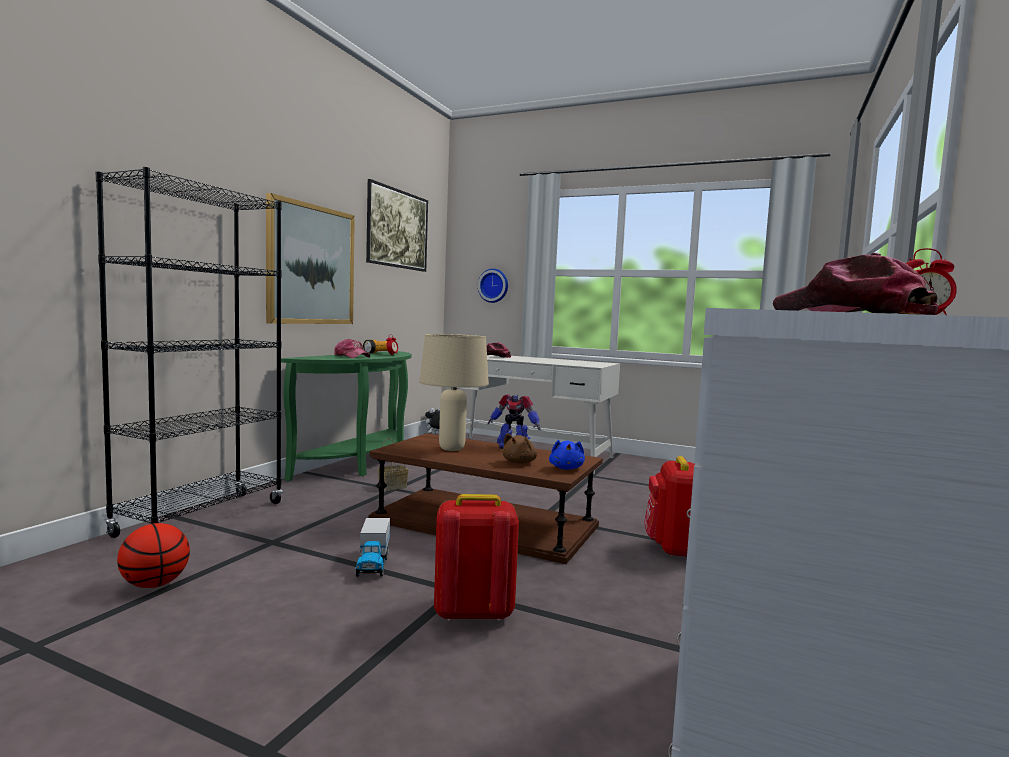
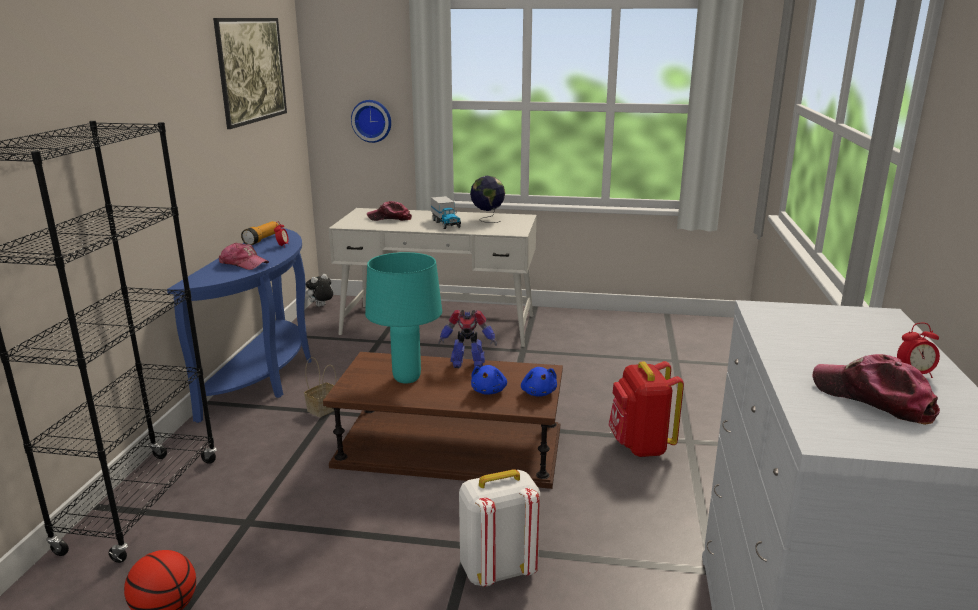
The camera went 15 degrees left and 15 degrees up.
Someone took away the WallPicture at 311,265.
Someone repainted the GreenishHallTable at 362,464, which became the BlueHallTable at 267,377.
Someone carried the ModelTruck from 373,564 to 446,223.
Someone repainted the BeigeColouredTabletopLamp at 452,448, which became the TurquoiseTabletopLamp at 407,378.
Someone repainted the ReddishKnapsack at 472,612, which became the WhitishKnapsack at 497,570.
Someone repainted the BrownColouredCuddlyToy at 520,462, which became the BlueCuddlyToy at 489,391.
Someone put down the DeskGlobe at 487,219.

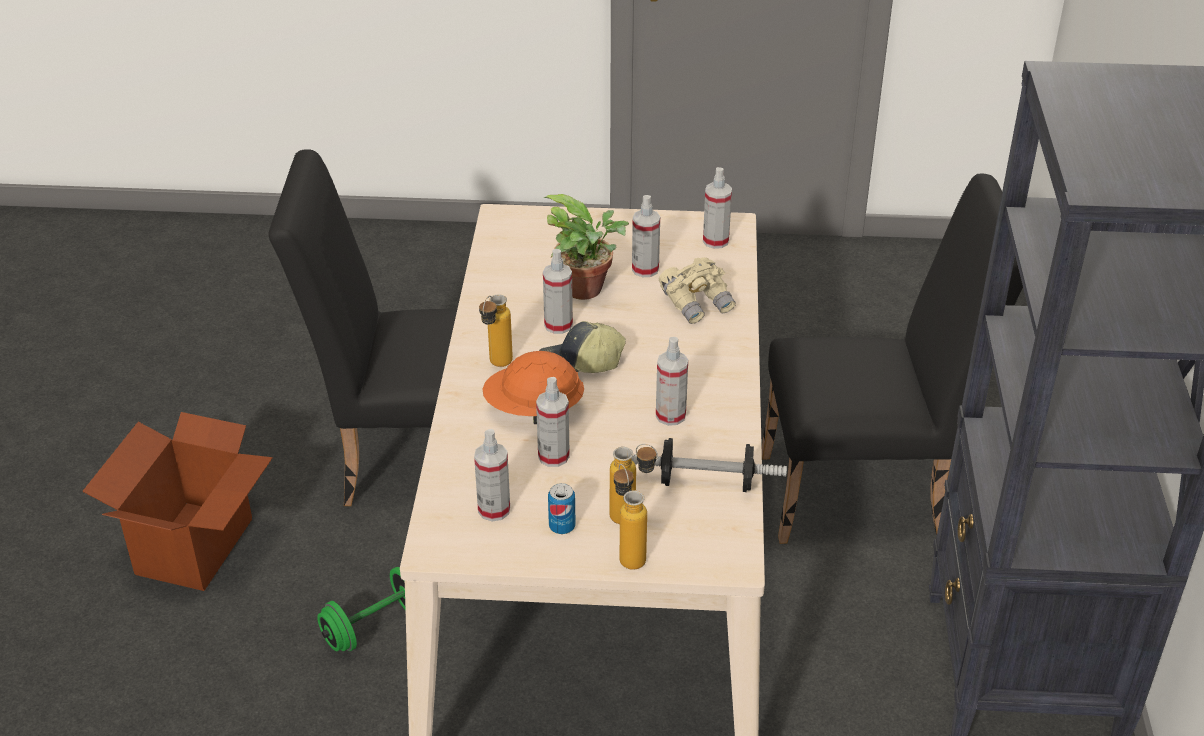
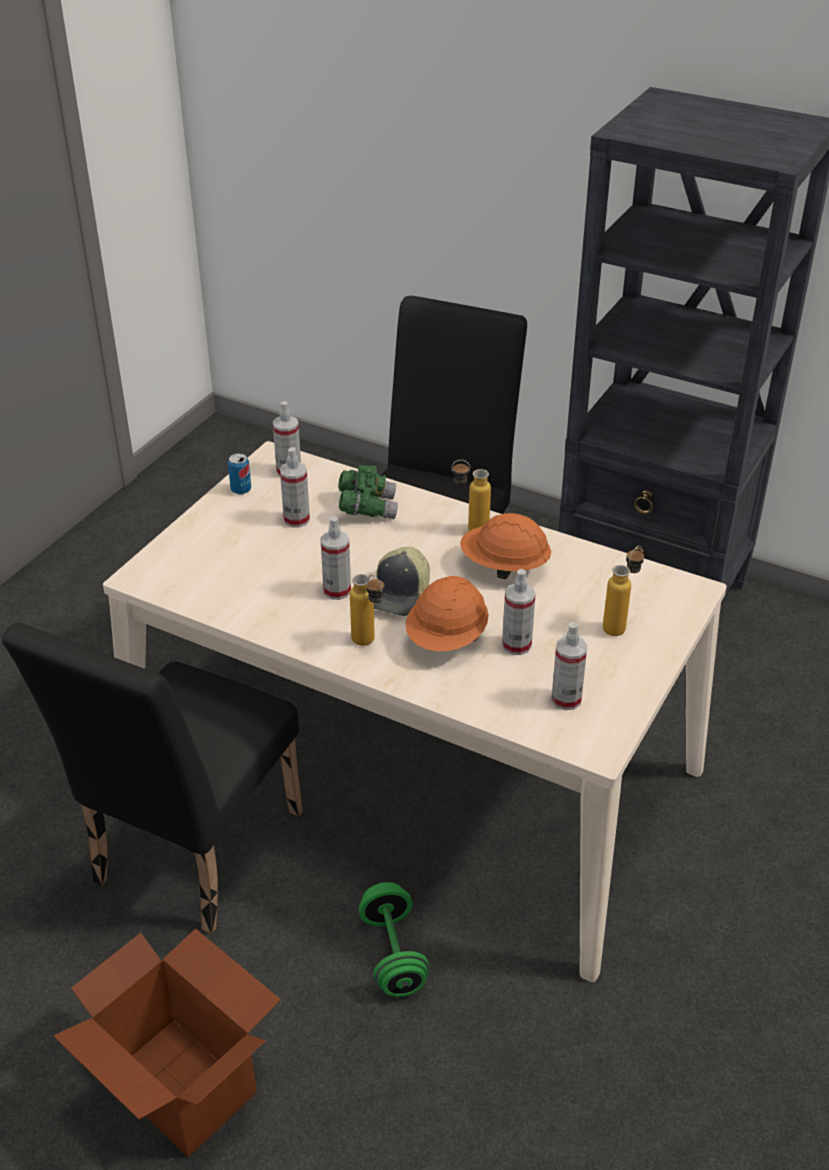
The camera went 65 degrees left and 0 degrees up.
Someone took away the Houseplant at 588,290.
Someone carried the SealedCan from 562,526 to 241,490.
Someone carried the BeverageBottle from 628,553 to 469,531.
Someone took away the Dumbbell at 706,482.
Someone swapped the SprayBottle at 670,415 for the OrangeHardHat at 504,567.
Someone repainted the BeigeColouredBinoculars at 697,303, which became the GreenishBinoculars at 367,508.

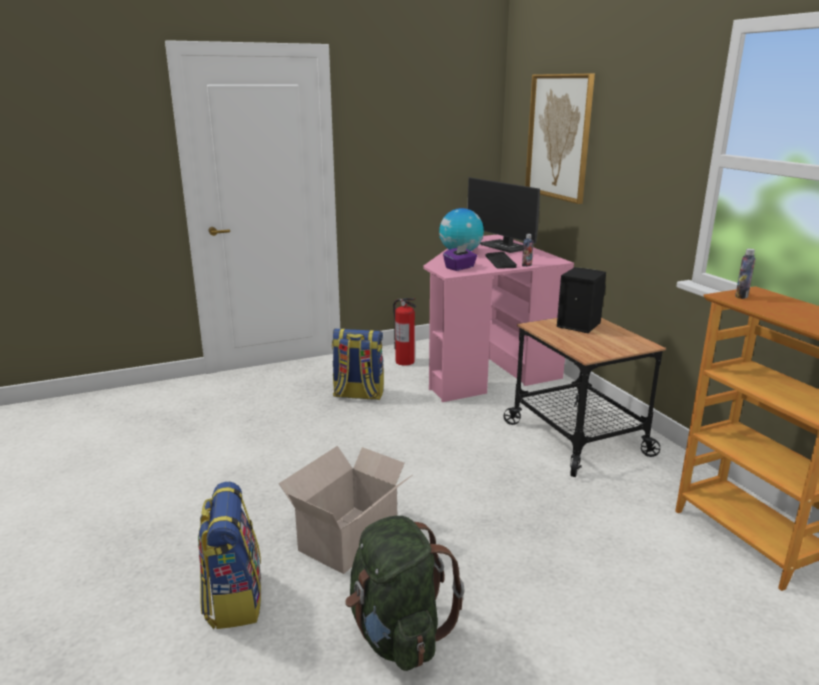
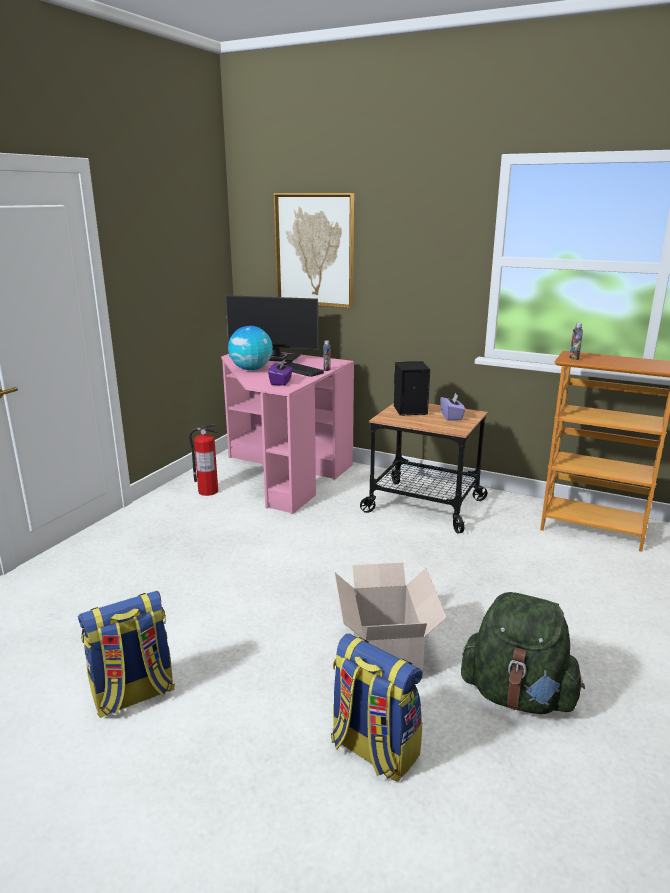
The camera went 40 degrees left and 0 degrees up.
Someone carried the Knapsack from 358,395 to 133,695.
Someone put down the PurplishTissueHolder at 452,416.

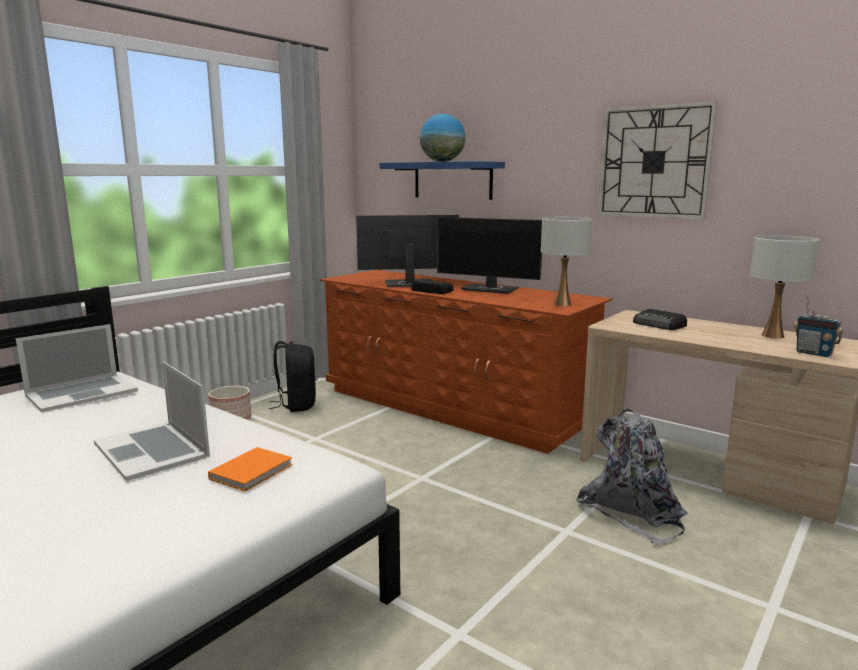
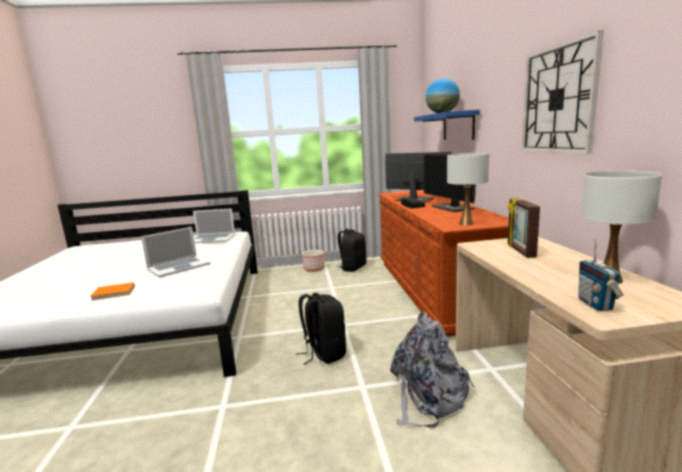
The camera went 45 degrees right and 0 degrees up.
Someone rotated the NotebookComputer at 152,450 by 135 degrees counterclockwise.
Someone carried the OrangeVolume from 253,471 to 114,293.
Someone swapped the Radio at 659,325 for the PhotoFrame at 520,251.
Someone put down the BlackKnapsack at 324,353.

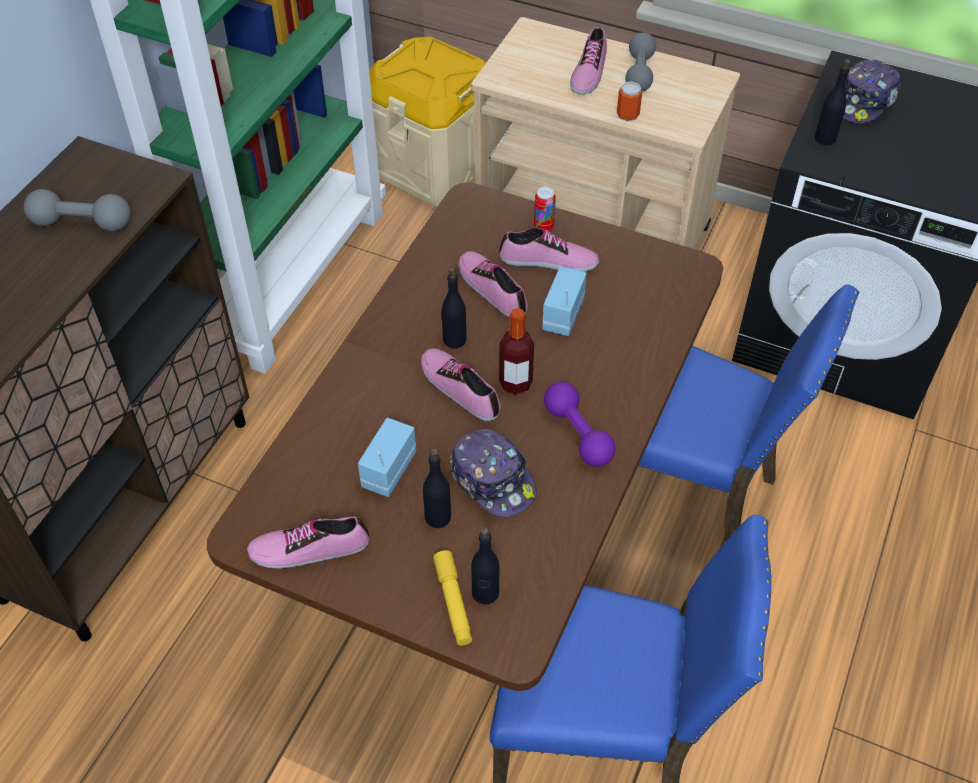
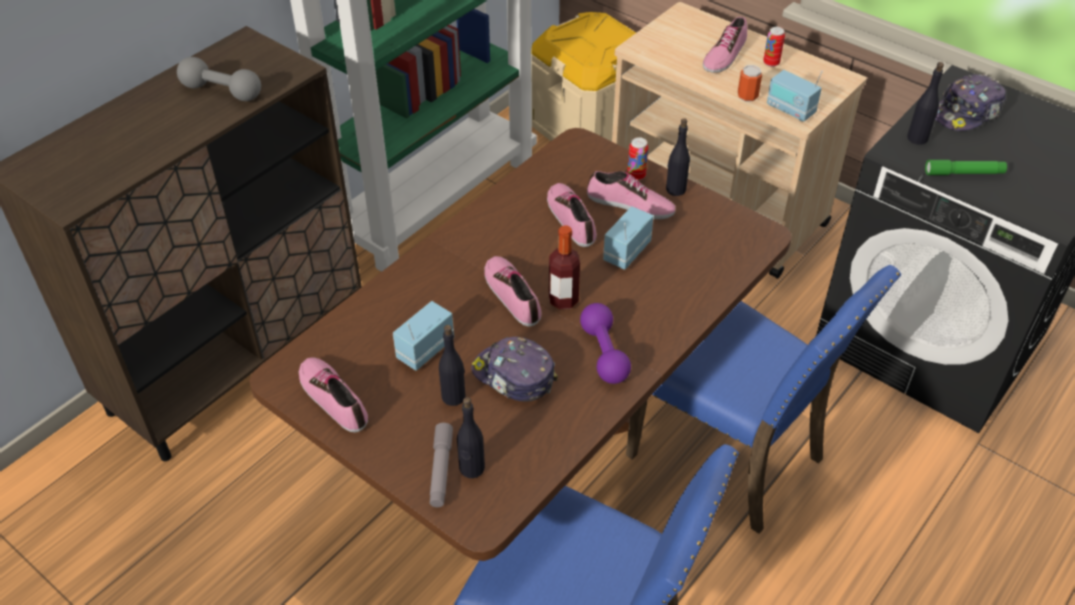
The camera went 15 degrees right and 5 degrees down.
Someone rotated the LowShoe at 309,548 by 45 degrees clockwise.
Someone repainted the YellowColouredHandTorch at 453,602, which became the GrayHandTorch at 441,470.
Someone carried the BlackBeverageBottle from 454,340 to 675,189.
Someone rotated the BaseballCap at 493,480 by 150 degrees clockwise.
Someone swapped the GrayDumbbell at 639,73 for the SealedCan at 771,63.
Someone put down the Radio at 790,110.
Someone put down the GreenishHandTorch at 964,173.

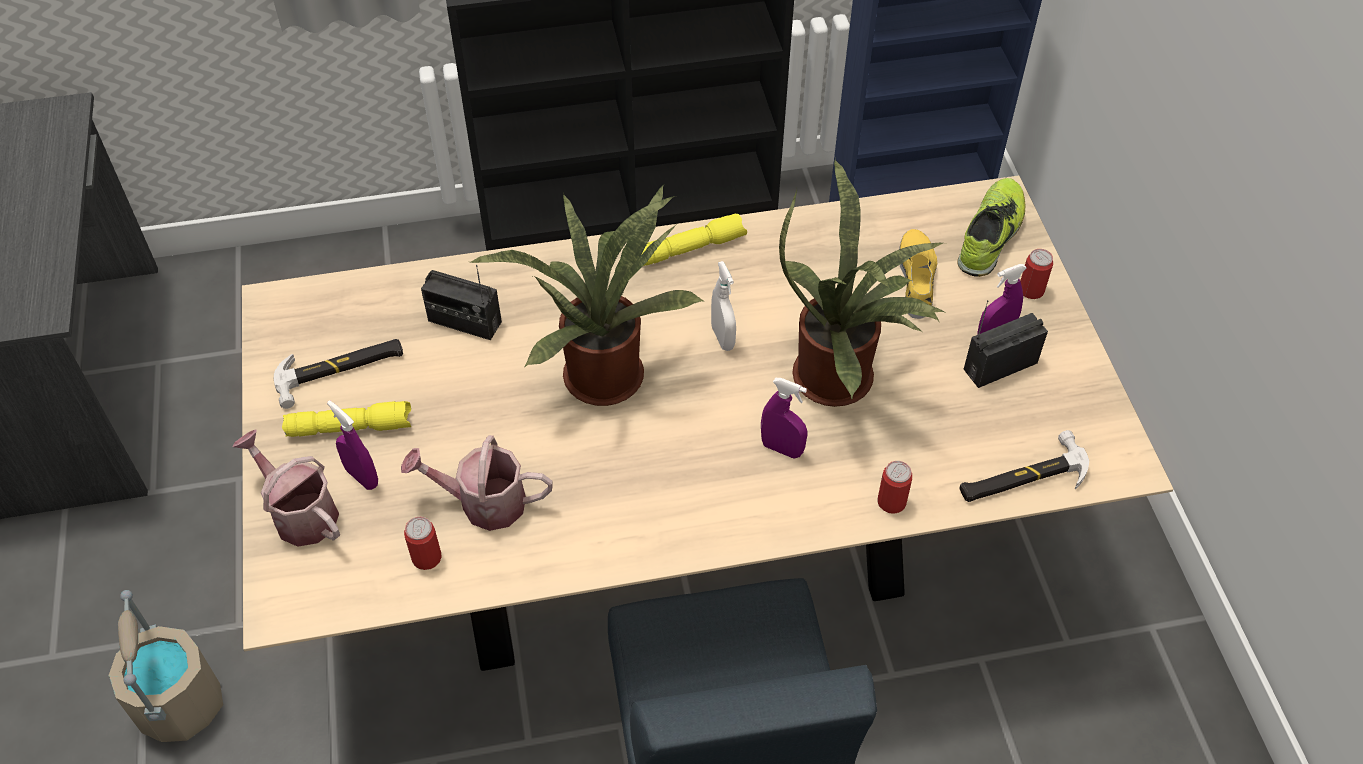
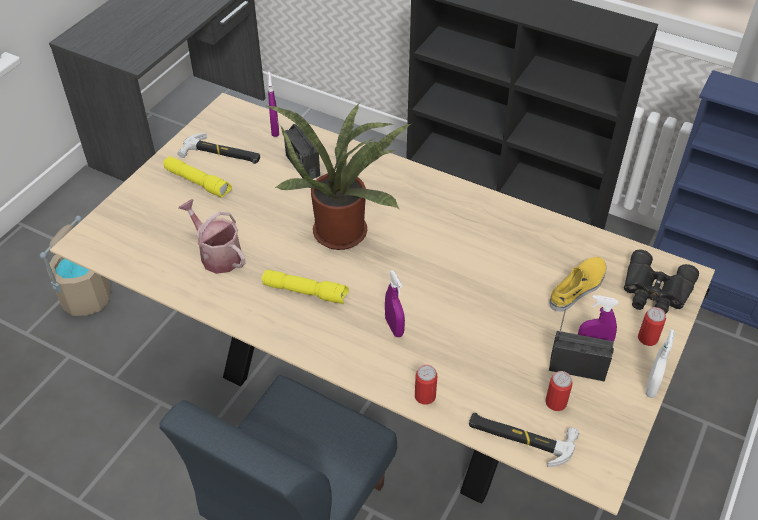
The camera went 40 degrees right and 5 degrees down.
Someone took away the SprinklingCan at 299,512.
Someone carried the PurplishSprayBottle from 362,477 to 275,130.
Someone carried the SealedCan from 426,557 to 556,402.
Someone carried the YellowColouredHandTorch from 691,247 to 306,291.
Someone carried the WhitishSprayBottle from 722,338 to 651,386.
Someone took away the Houseplant at 841,378.
Someone swapped the LowShoe at 991,235 for the BlackBinoculars at 655,292.

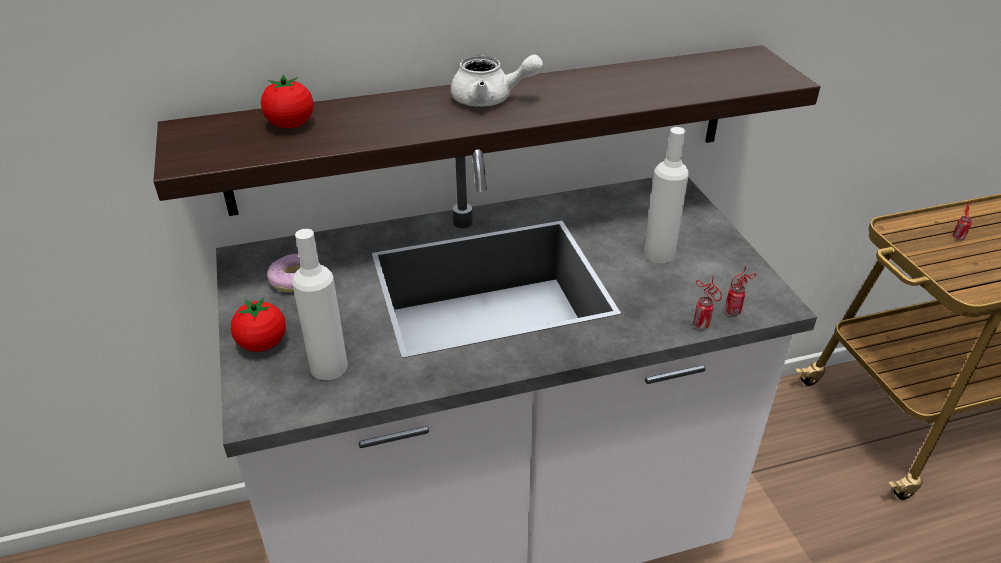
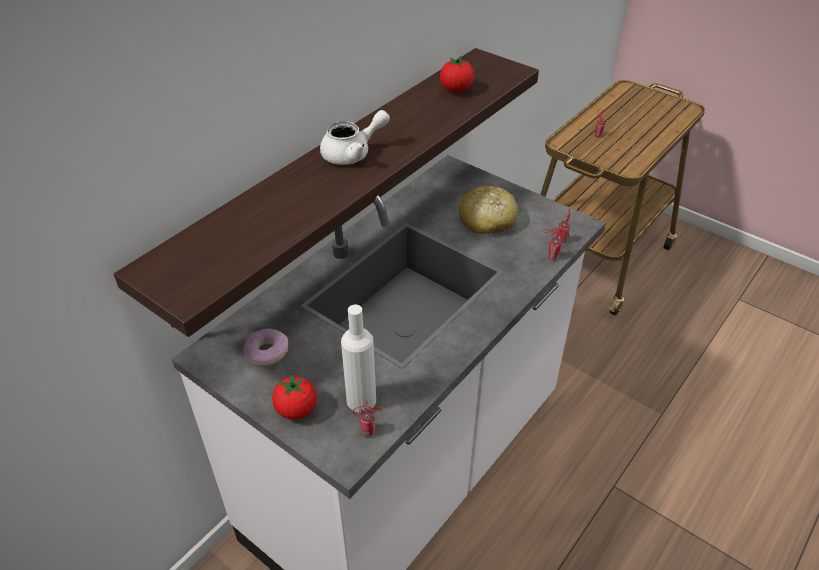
The camera went 35 degrees left and 5 degrees up.
Someone carried the FreshTomato from 291,125 to 456,90.
Someone swapped the WhitishBeverageBottle at 659,253 for the Bread at 487,220.
Someone put down the SealedCan at 370,431.

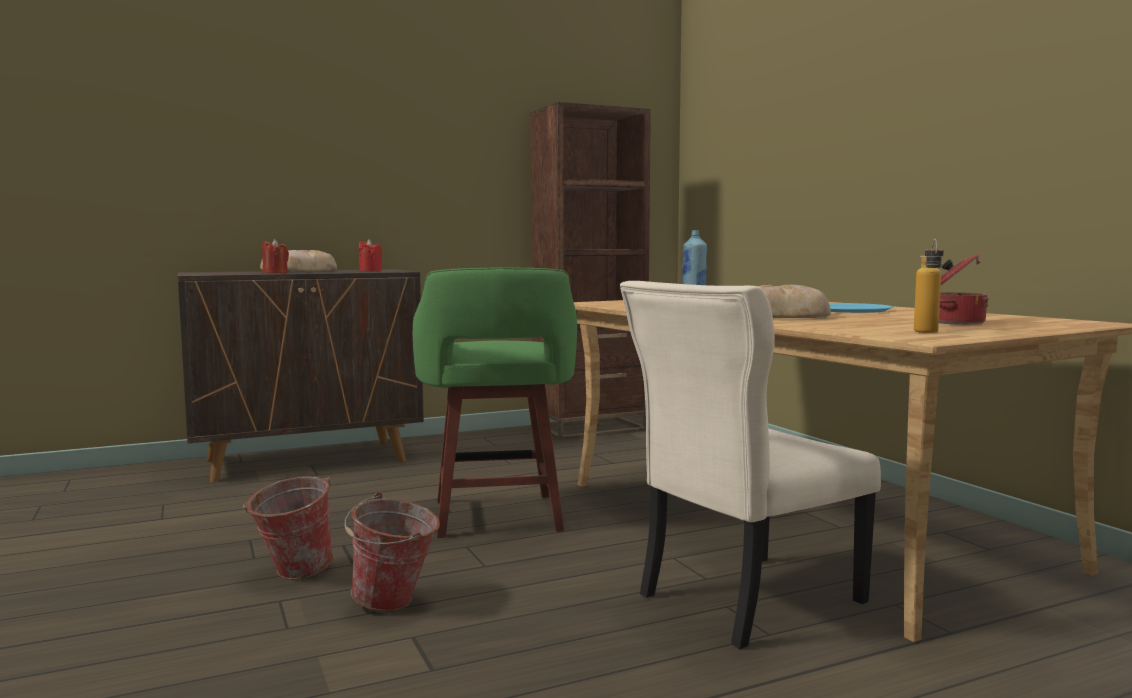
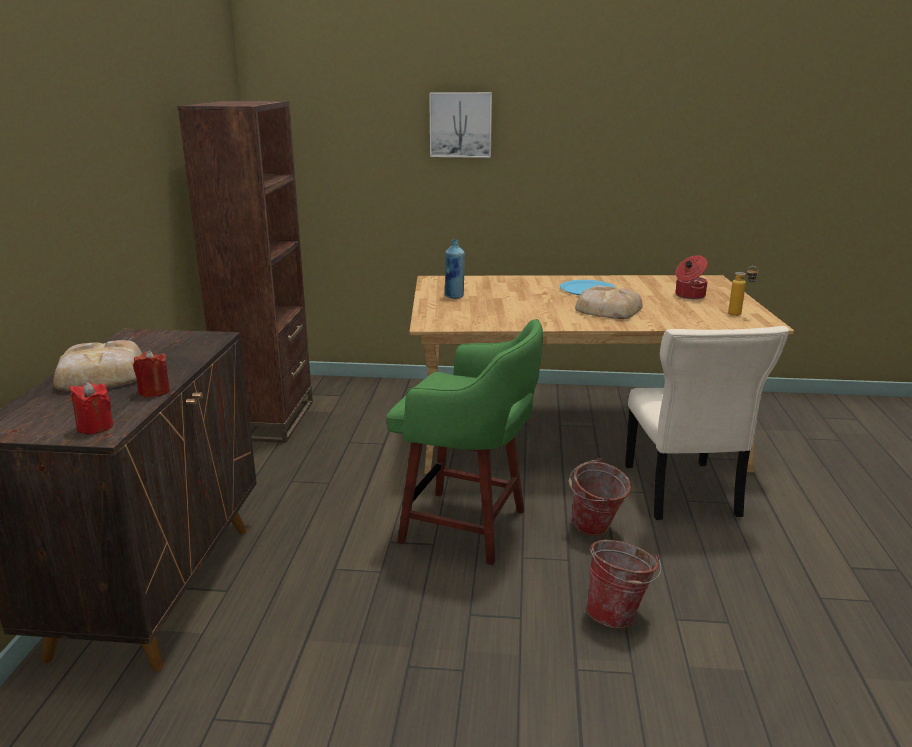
The camera went 60 degrees left and 15 degrees up.
Someone carried the Pail from 292,574 to 595,531.
Someone carried the ReddishWaxCandle from 370,271 to 95,427.
Someone put up the WallPicture at 461,124.

